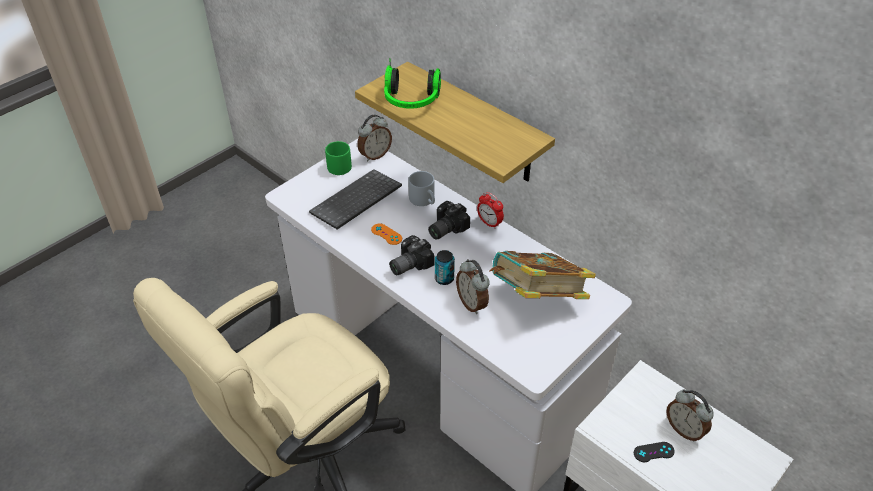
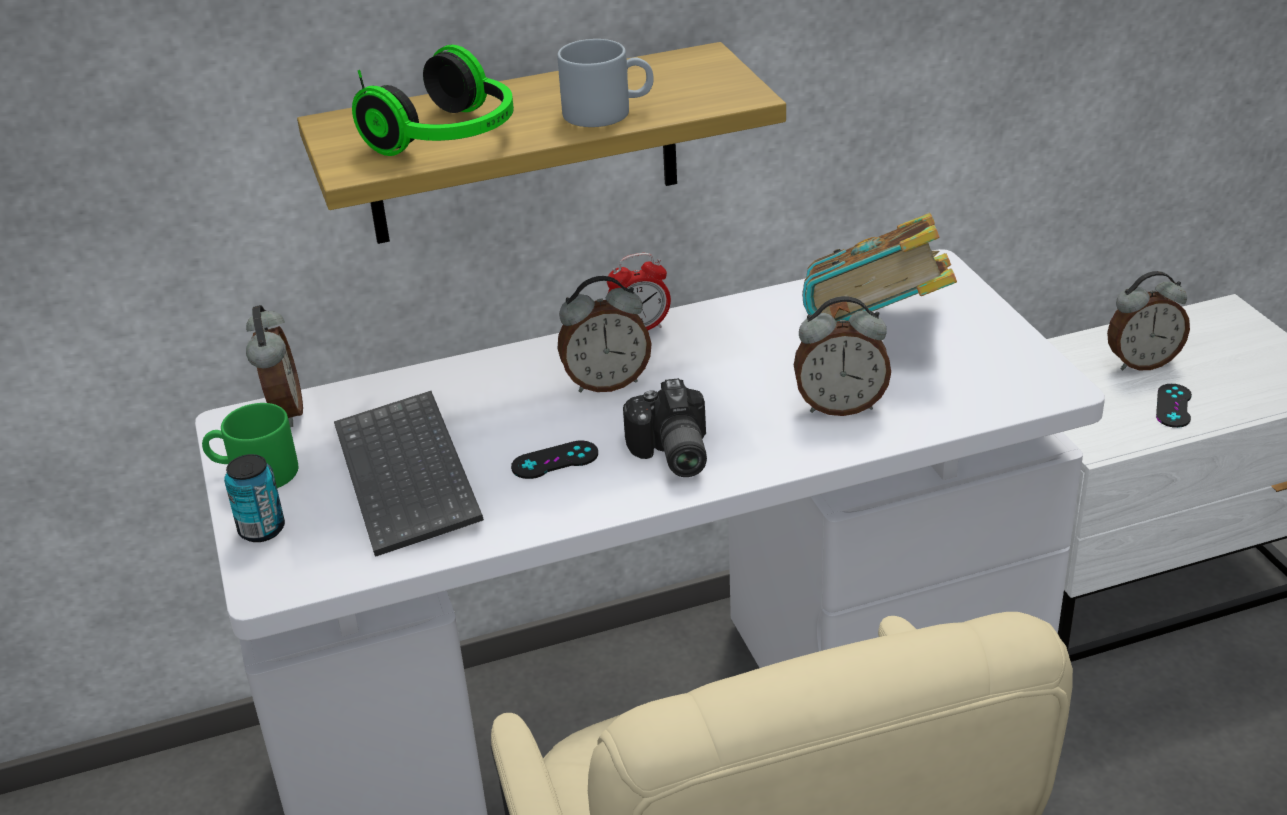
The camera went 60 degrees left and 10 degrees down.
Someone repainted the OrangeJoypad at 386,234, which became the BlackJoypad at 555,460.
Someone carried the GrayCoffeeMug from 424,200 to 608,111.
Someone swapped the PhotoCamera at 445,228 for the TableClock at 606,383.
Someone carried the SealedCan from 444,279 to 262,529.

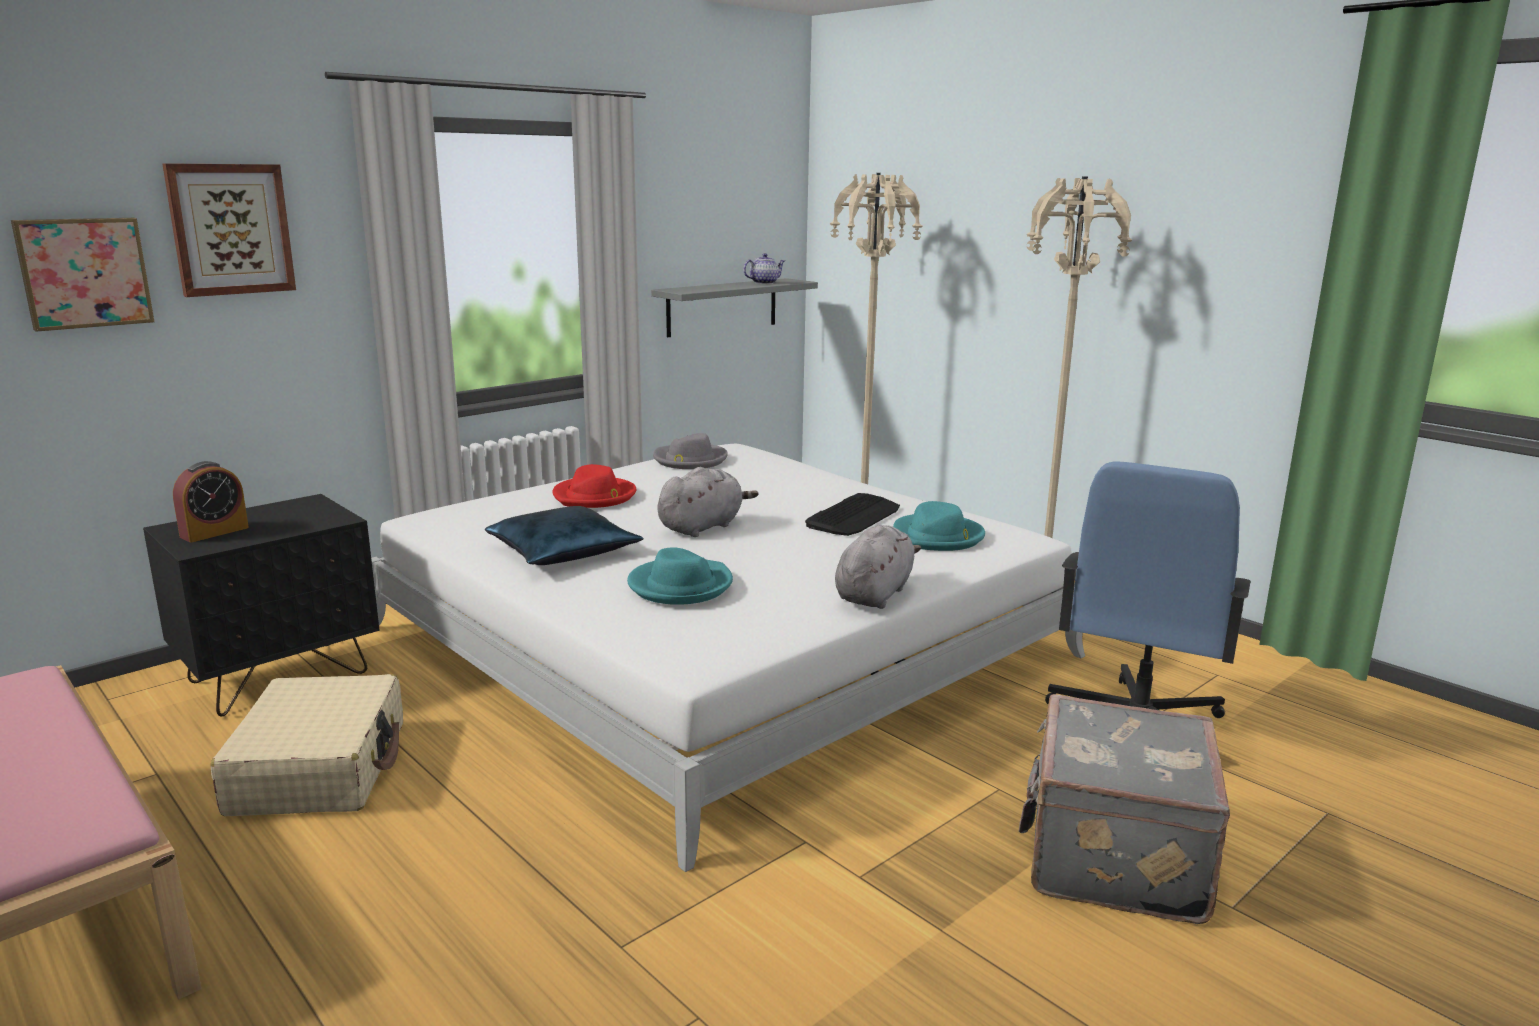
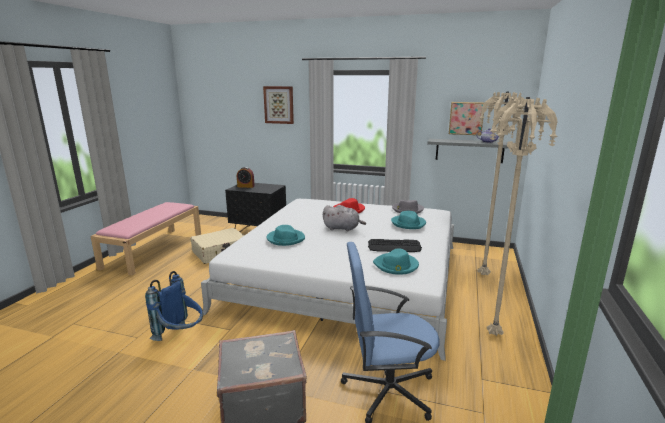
The camera went 60 degrees right and 0 degrees up.
Someone carried the WallPicture from 84,272 to 466,118.
Someone took away the BlueThrowPillow at 563,552.
Someone took away the GrayCuddlyToy at 874,594.
Someone put down the BlueKnapsack at 181,336.
Someone put down the TurquoiseClothingHat at 408,223.

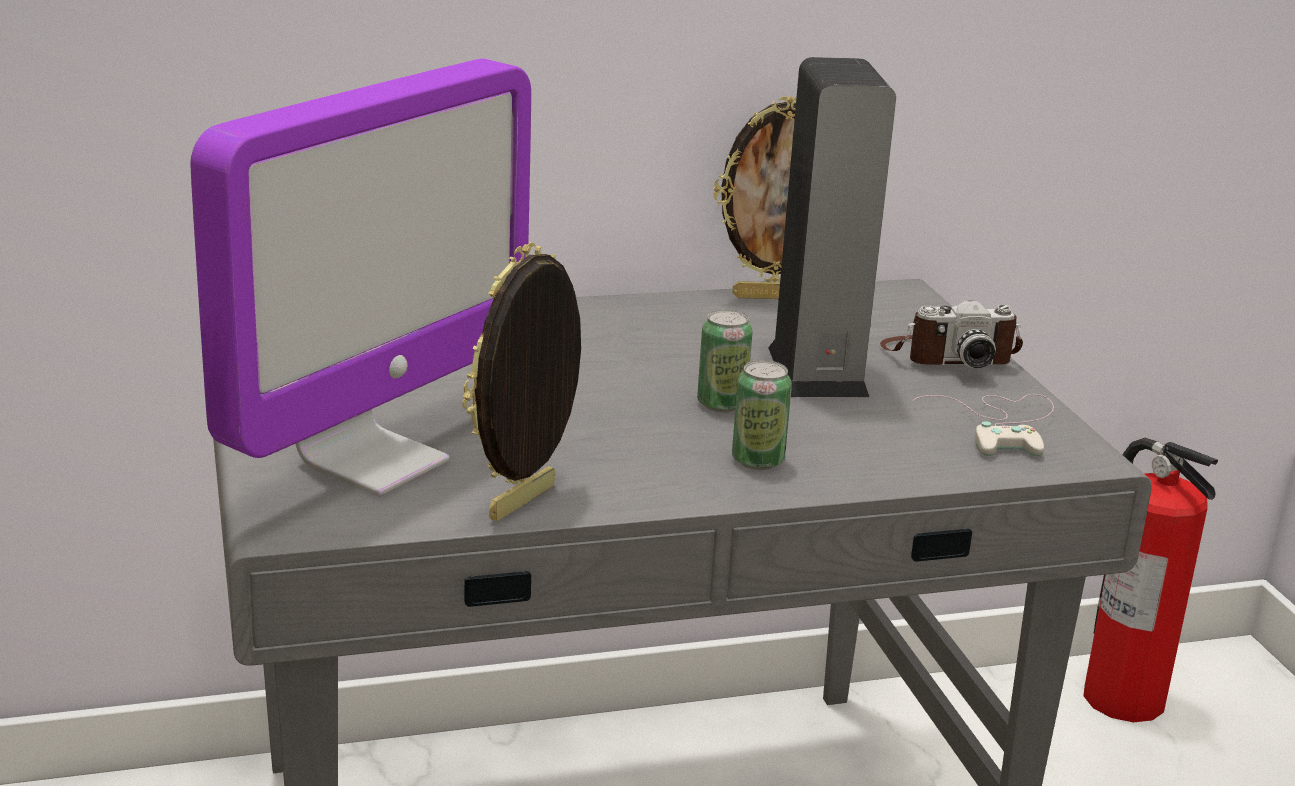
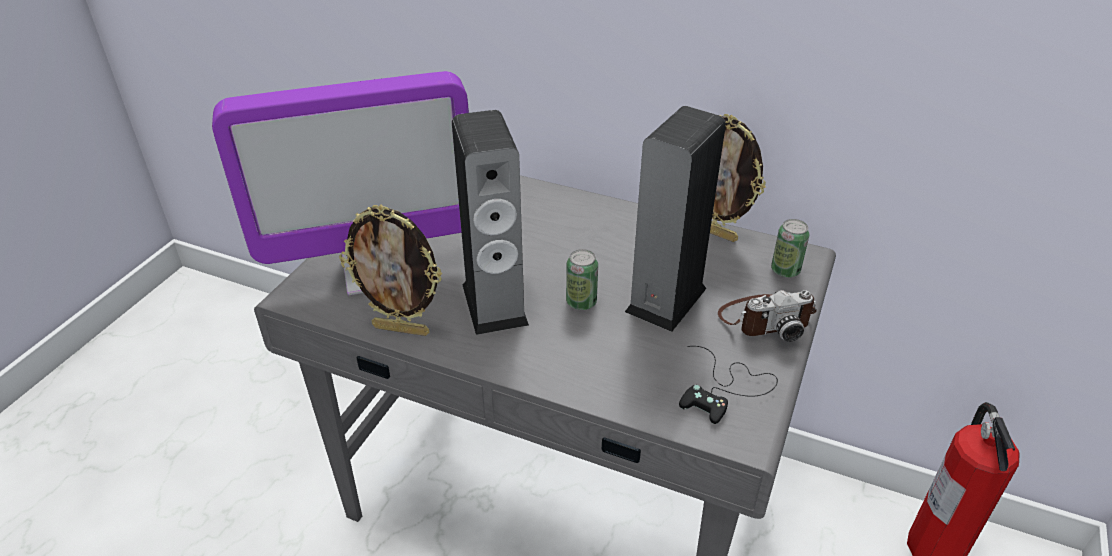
The camera went 40 degrees right and 15 degrees up.
Someone rotated the PhotoFrame at 525,504 by 150 degrees counterclockwise.
Someone carried the SealedCan from 757,460 to 785,270.
Someone rotated the PhotoCamera at 949,356 by 45 degrees counterclockwise.
Someone repainted the WhitishJoypad at 1002,425, which became the BlackJoypad at 726,388.
Someone put down the Speaker at 494,304.

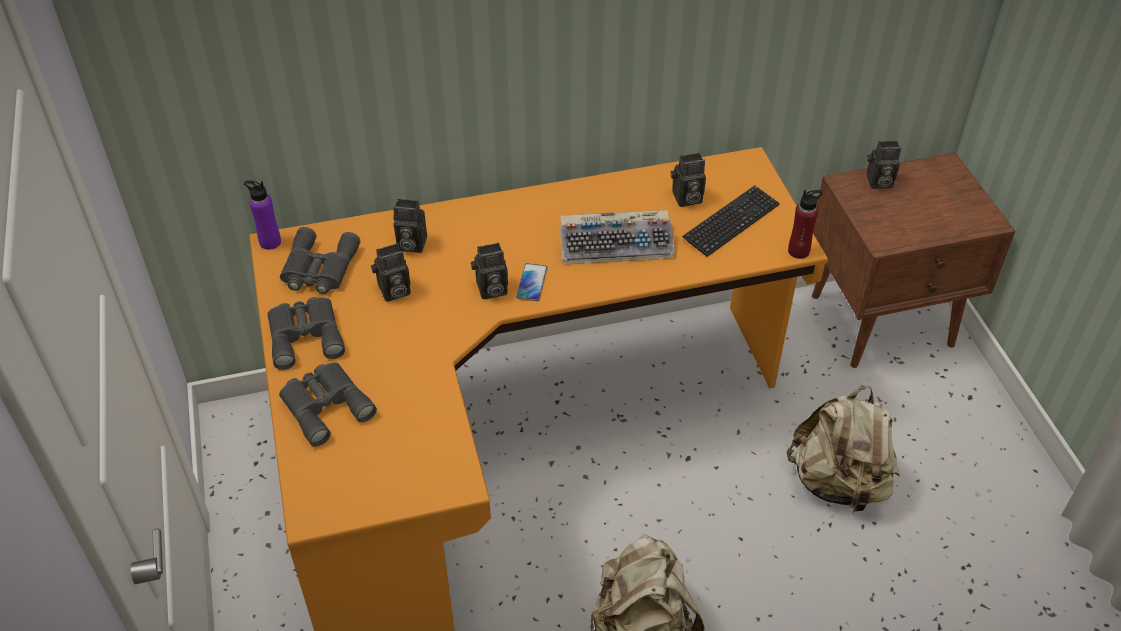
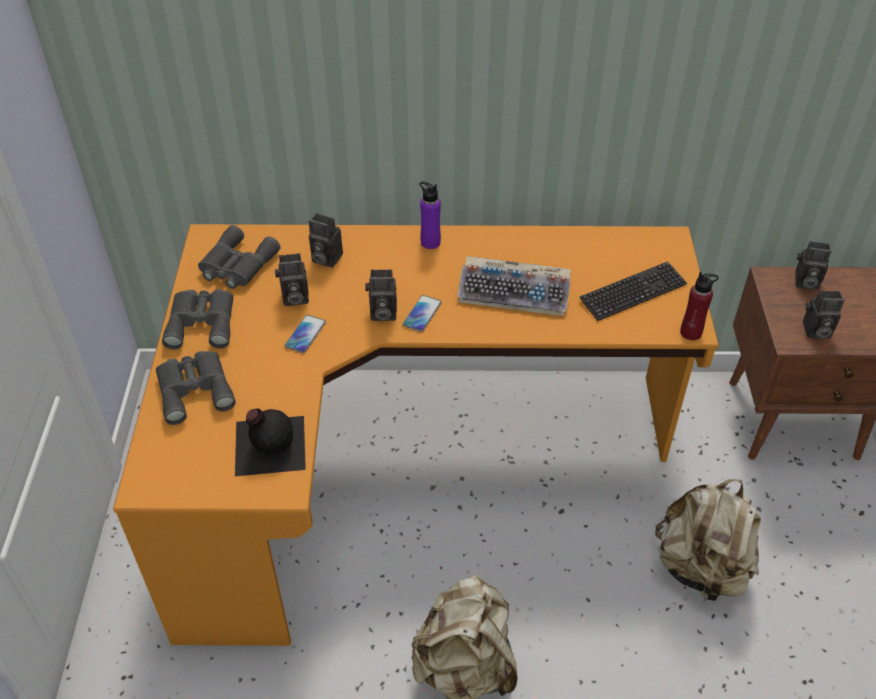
The camera went 15 degrees right and 0 degrees up.
Someone carried the PurplishBeverageBottle from 270,242 to 430,242.
Someone carried the PhotoCamera from 686,199 to 815,331.
Someone put down the BlackBeverageBottle at 268,444.
Someone put down the Phone at 305,334.

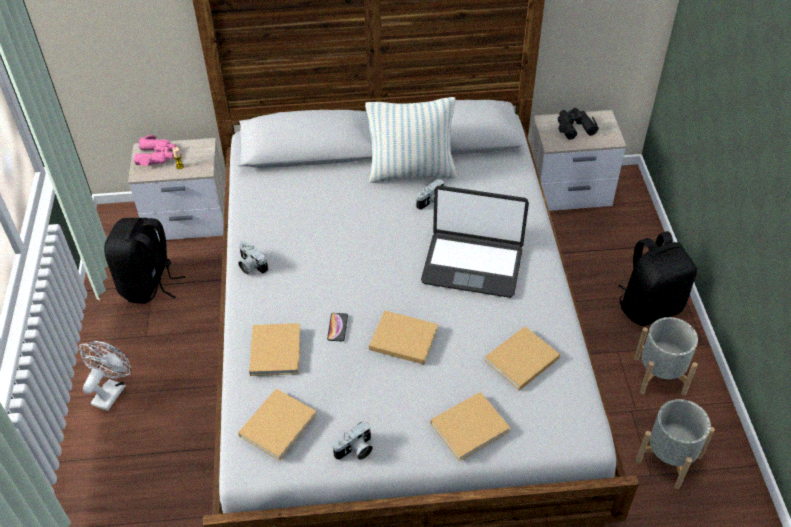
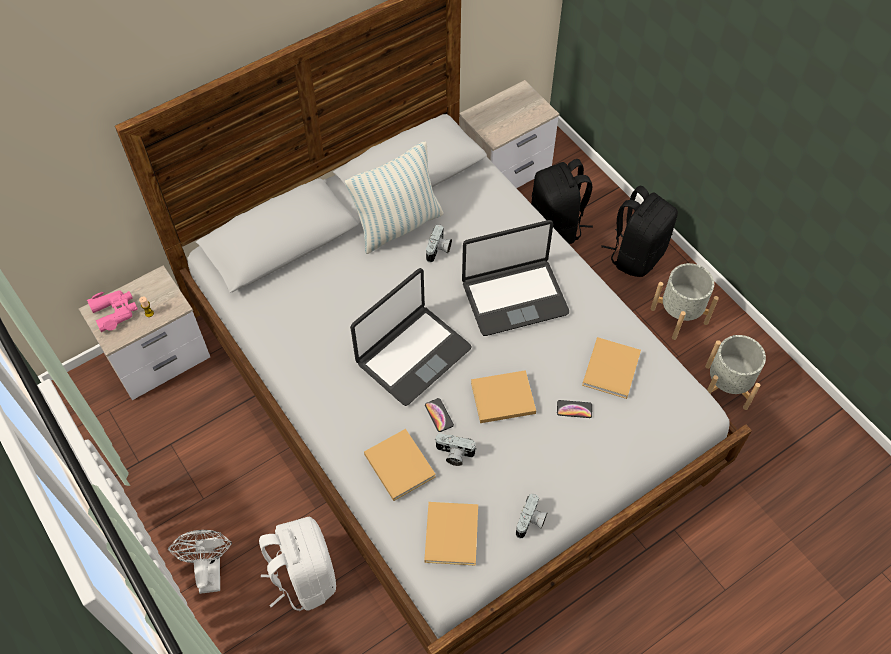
The camera went 30 degrees left and 10 degrees up.
Someone carried the BlackKnapsack from 148,284 to 557,226.
Someone carried the PhotoCamera from 250,266 to 454,454.
Someone took away the BeigeColouredVolume at 471,426.
Someone took away the BlackBinoculars at 574,126.
Someone put down the WhitishKnapsack at 304,577.
Someone put down the NotebookComputer at 412,355.
Someone put down the Phone at 574,409.

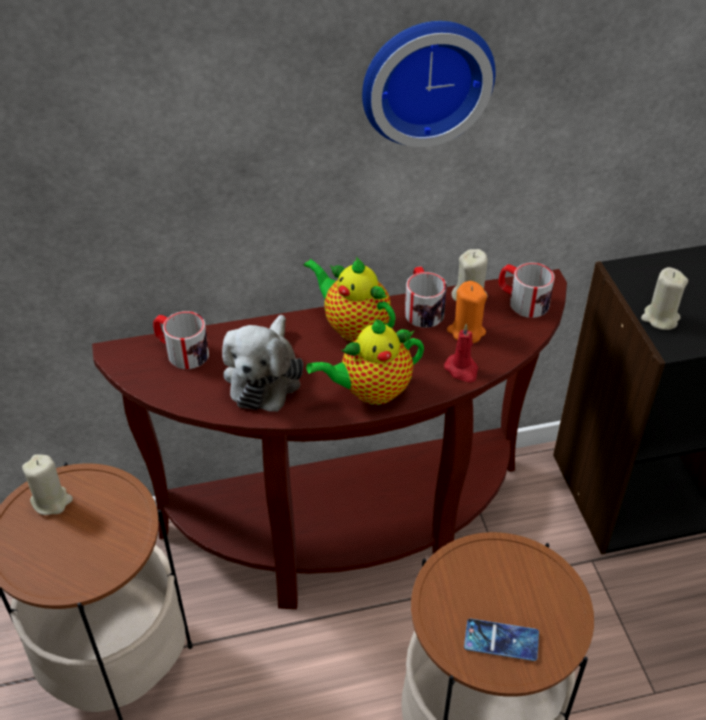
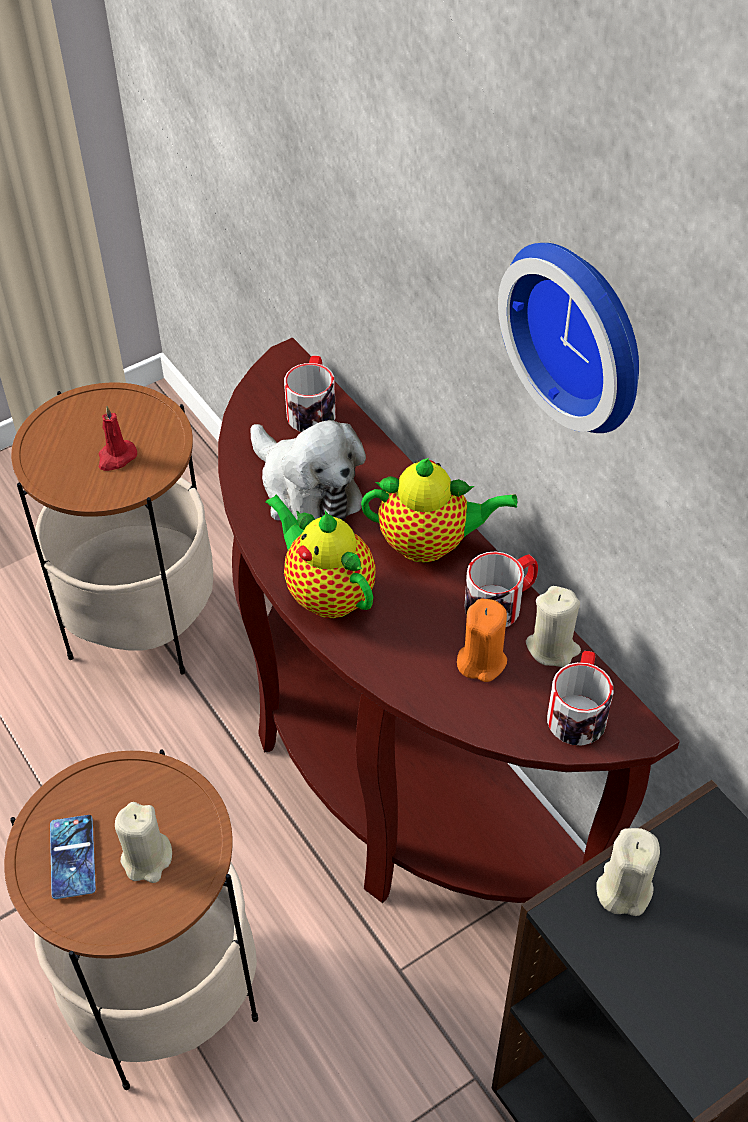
The camera went 70 degrees right and 5 degrees up.
Someone carried the BeigeColouredWaxCandle from 51,501 to 147,859.
Someone rotated the CuddlyToy at 264,376 by 120 degrees counterclockwise.
Someone rotated the TeaPot at 353,327 by 75 degrees clockwise.
Someone carried the ReddishWaxCandle from 462,370 to 116,457.

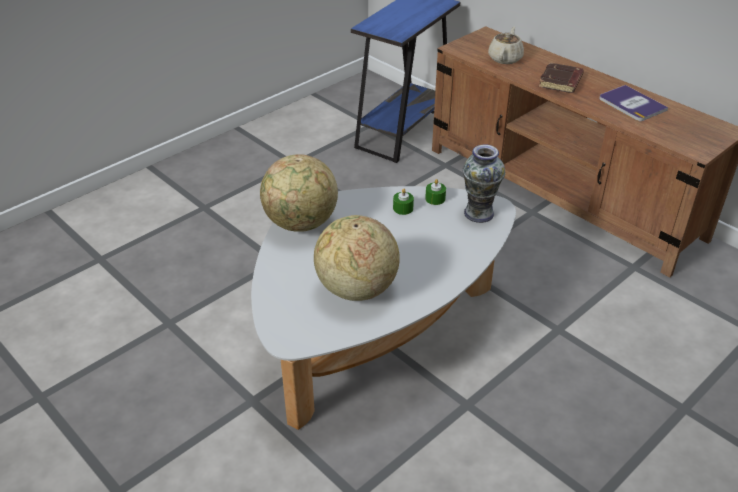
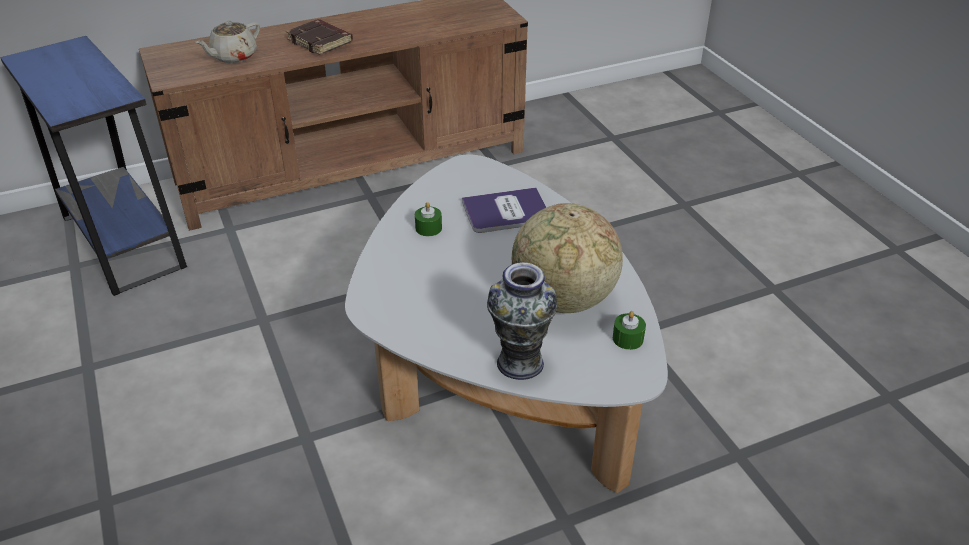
The camera went 70 degrees left and 0 degrees up.
Someone took away the DeskGlobe at 301,224.
Someone carried the GreenishWaxCandle from 435,199 to 628,338.
Someone carried the FlowerVase from 478,213 to 520,363.
Someone rotated the BeigeColouredTeaPot at 505,58 by 90 degrees counterclockwise.
Someone carried the Volume from 631,104 to 506,212.

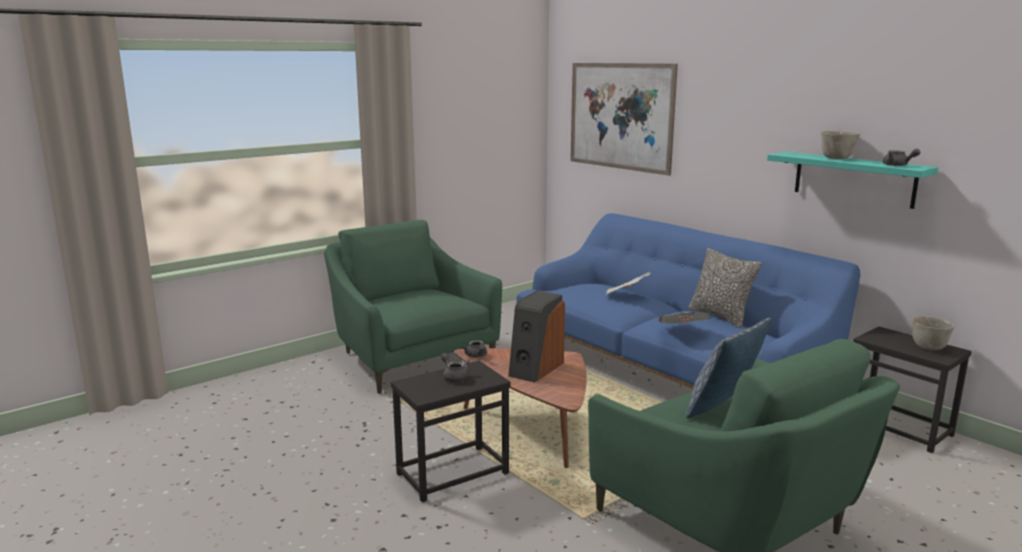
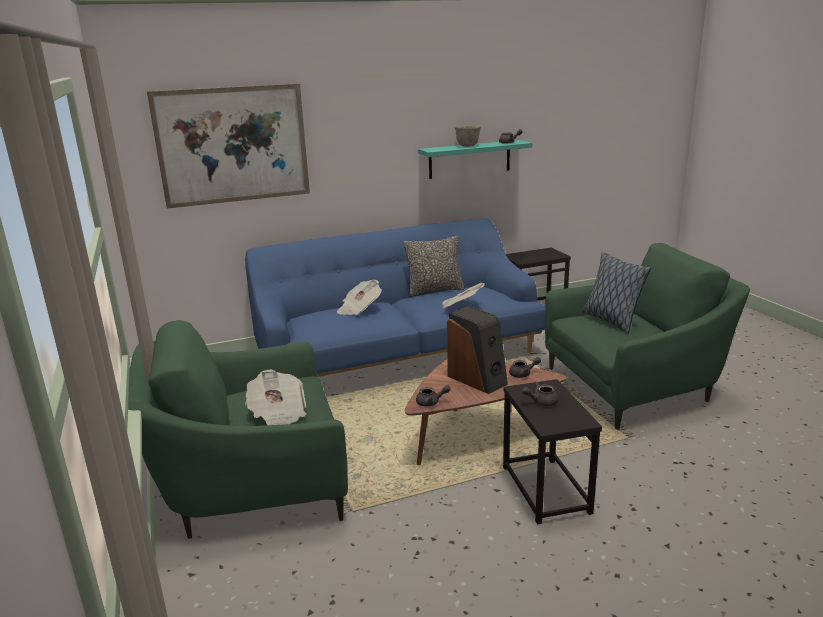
The camera went 70 degrees left and 5 degrees up.
Someone took away the GrayDeepDish at 928,347.
Someone put down the PrintedPaper at 278,414.
Someone put down the GrayTeaPot at 523,374.

